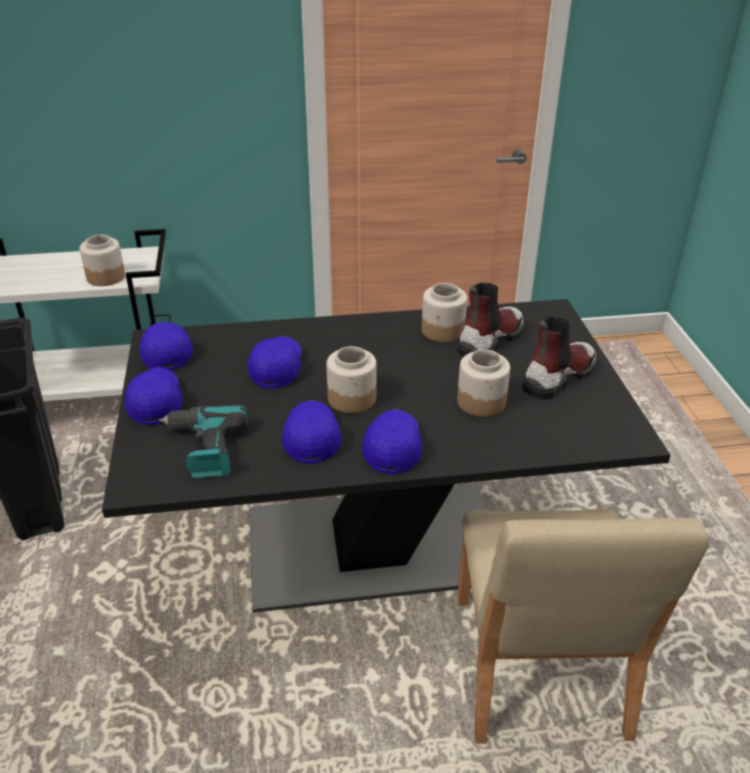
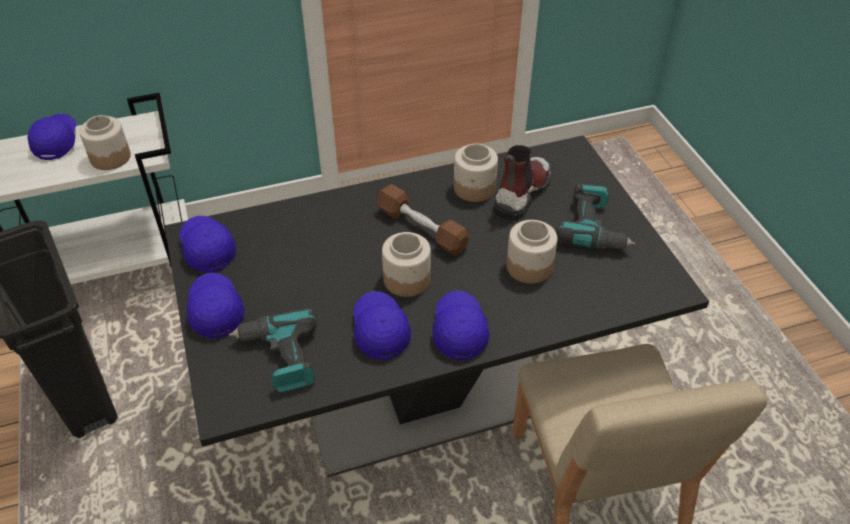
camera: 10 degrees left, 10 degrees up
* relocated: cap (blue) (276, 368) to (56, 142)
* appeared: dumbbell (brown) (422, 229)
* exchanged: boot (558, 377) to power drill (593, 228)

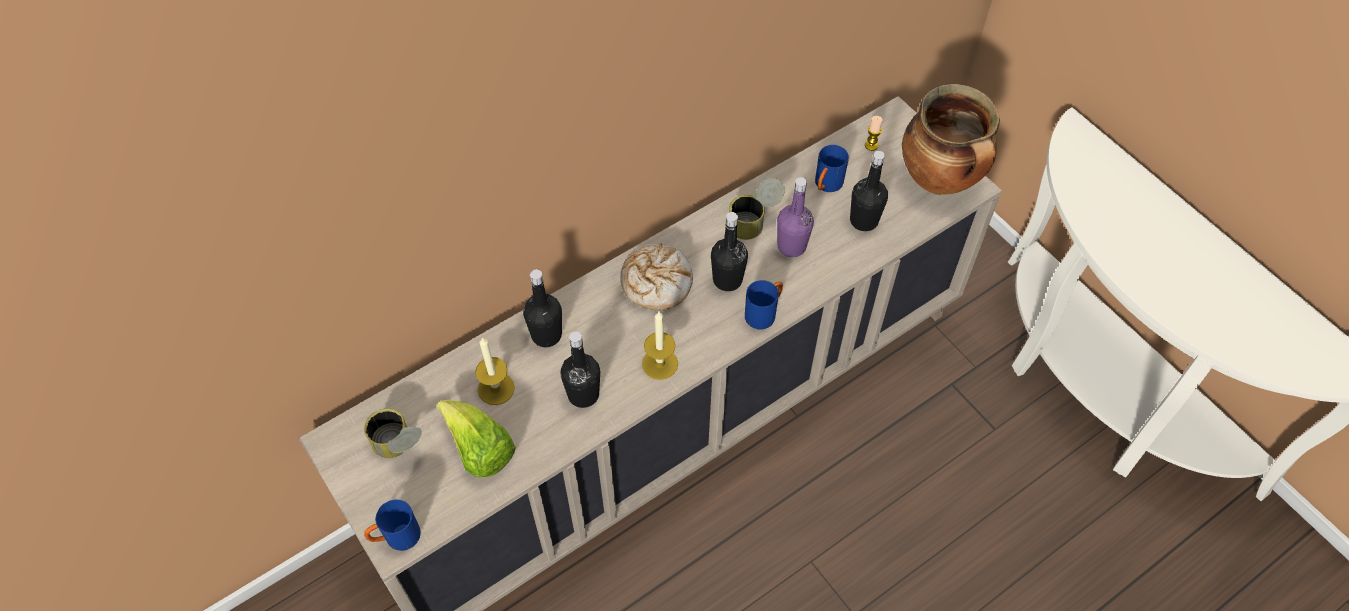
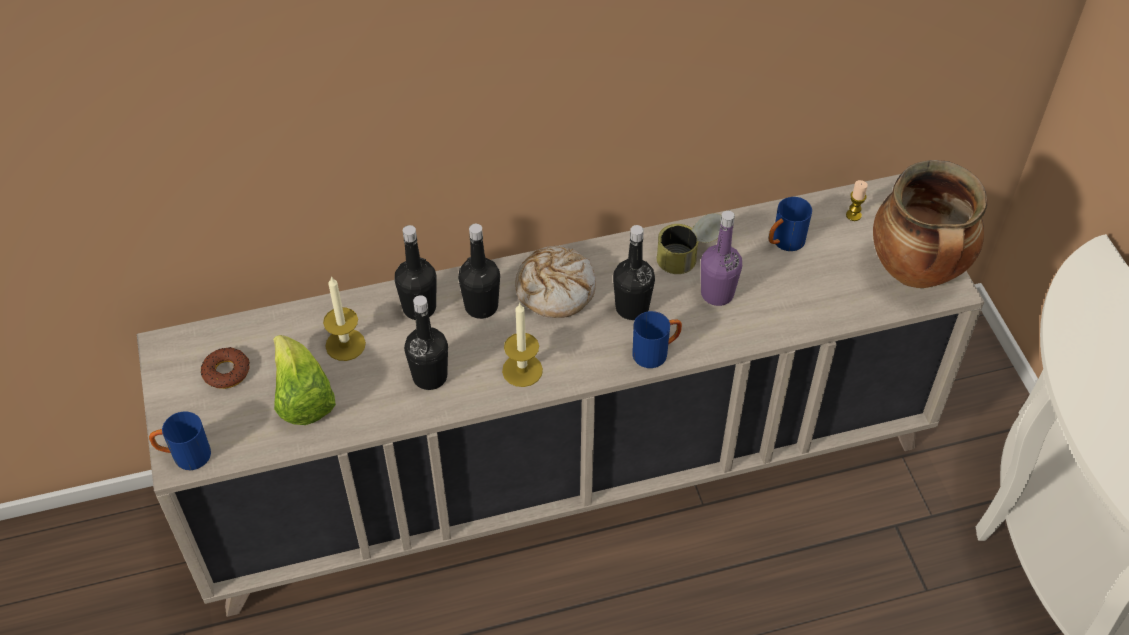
camera: 20 degrees right, 5 degrees down
* exchanged: can (399, 447) to donut (226, 372)
* relocated: bottle (black) (864, 220) to (481, 306)

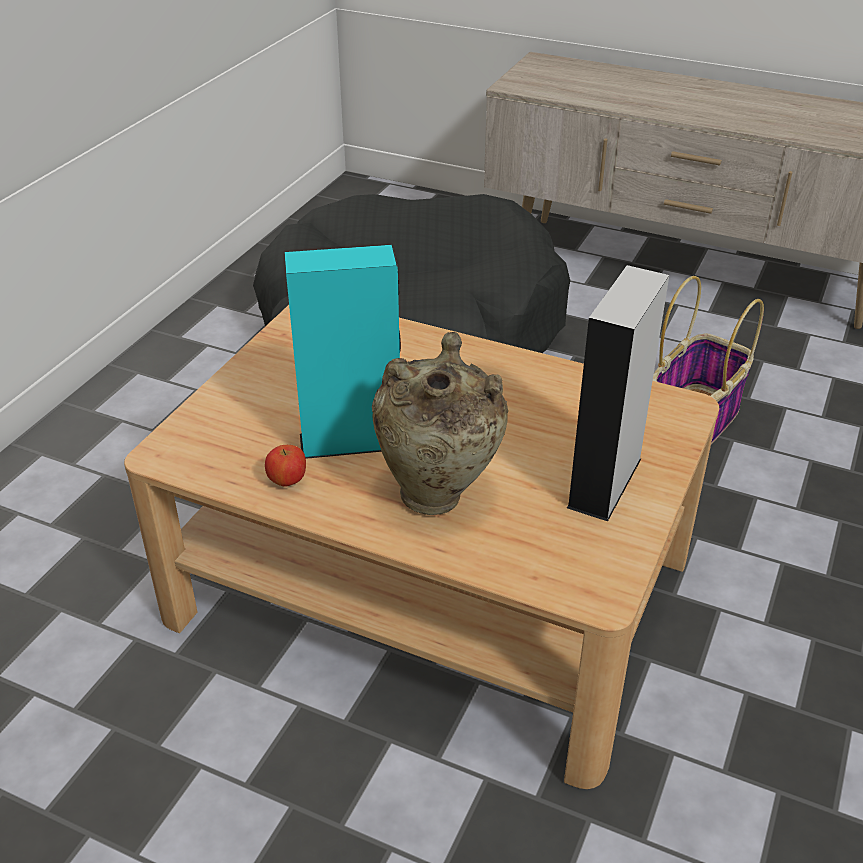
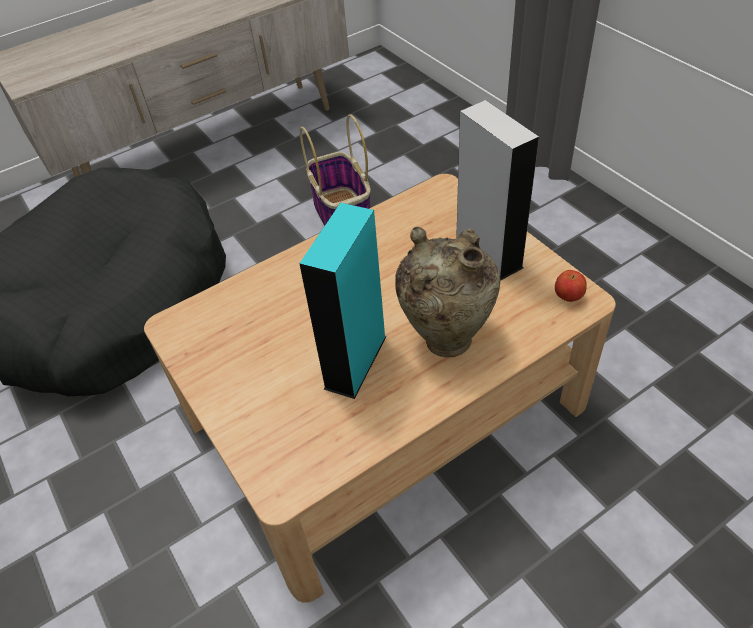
camera: 55 degrees left, 10 degrees up
* relocated: apple (288, 481) to (568, 296)

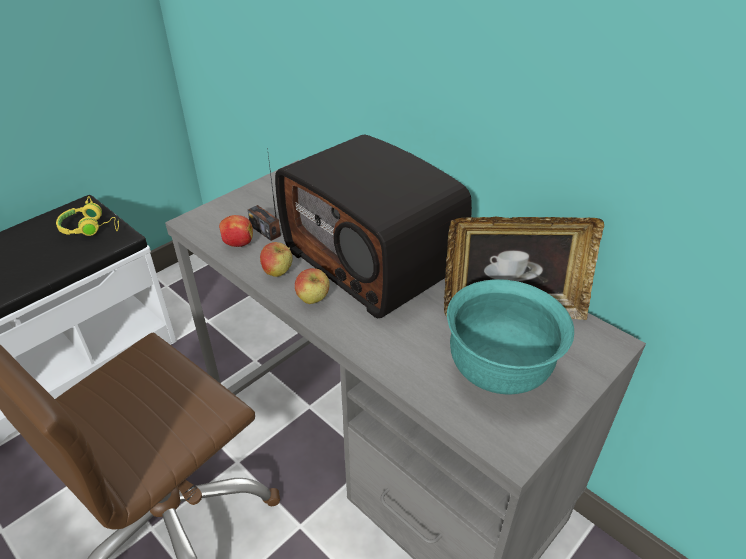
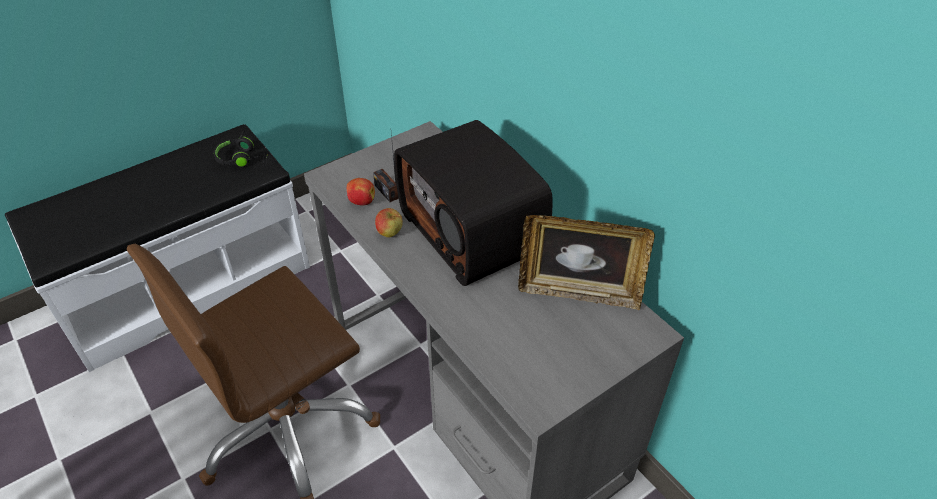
camera: 10 degrees right, 5 degrees up
* colour: headphones (yellow) (91, 228) to headphones (black) (243, 159)
* missing: apple (313, 300)
* missing: bowl (turquoise) (498, 372)

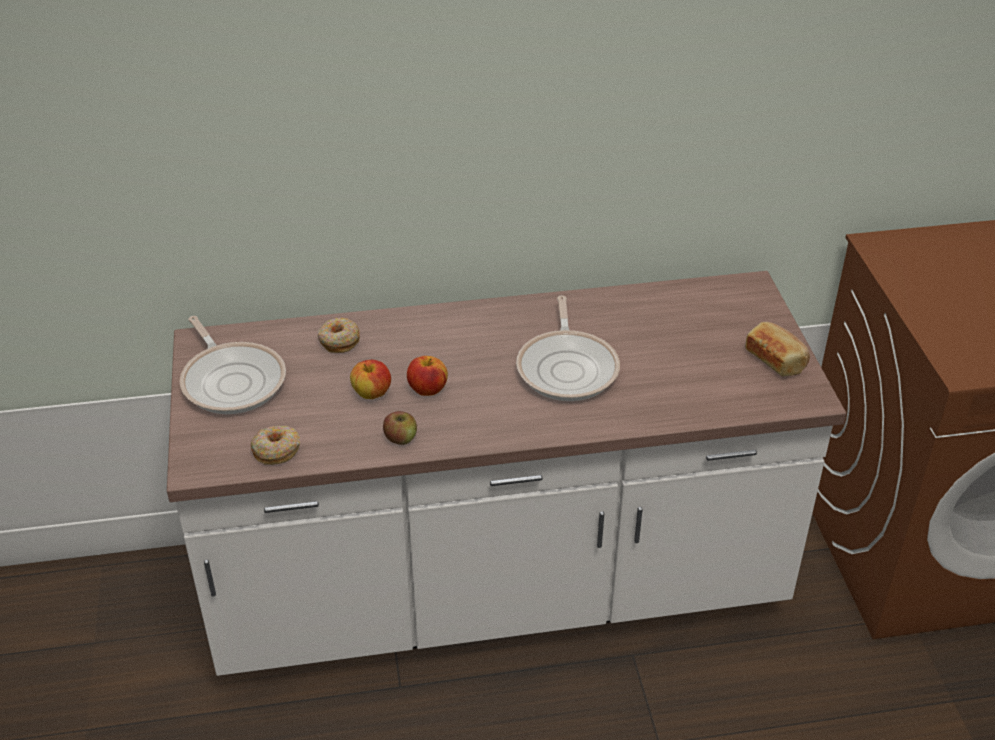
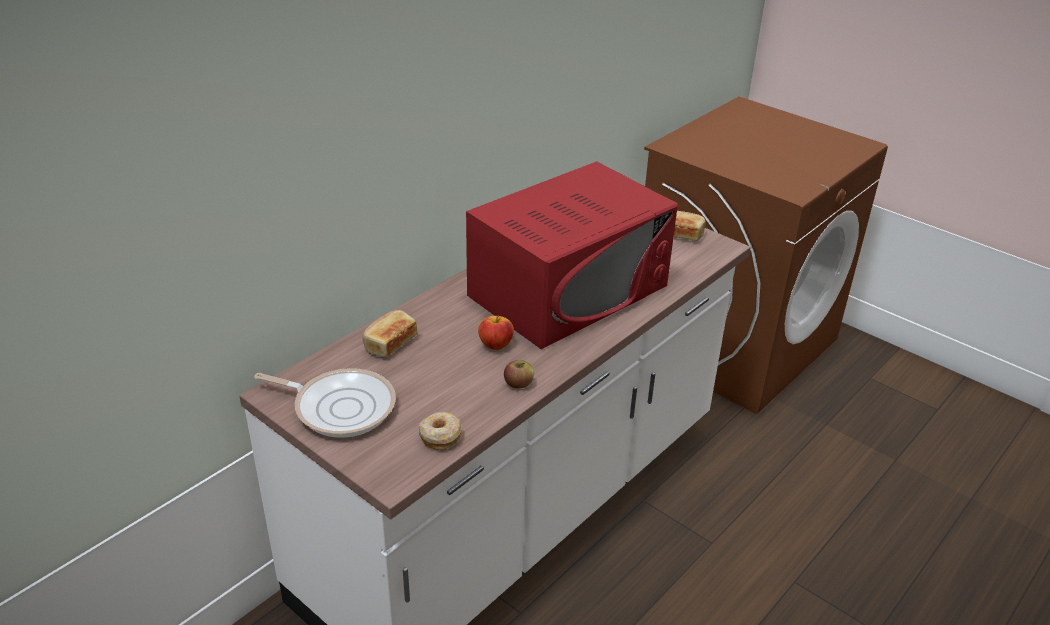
camera: 40 degrees left, 5 degrees down
* exchanged: donut (339, 341) to bread (389, 343)
* exchanged: frying pan (568, 367) to microwave (red) (568, 290)
* missing: apple (372, 393)

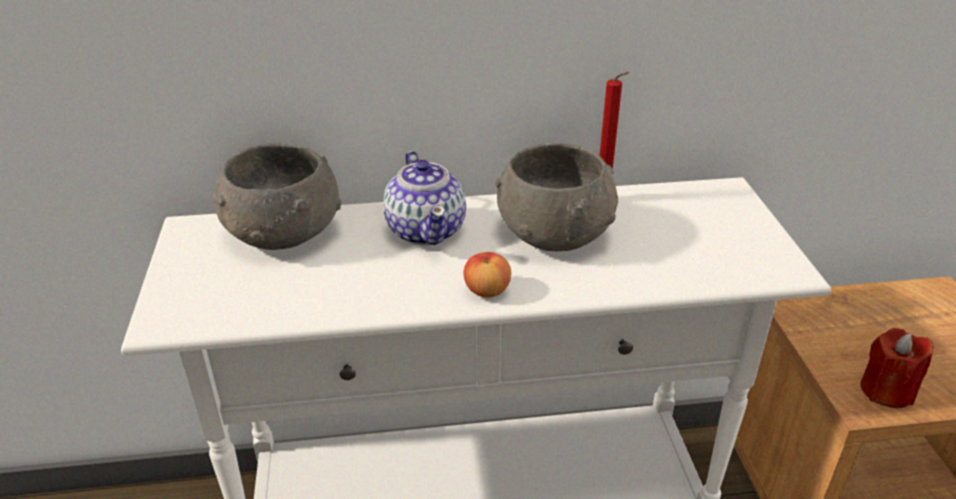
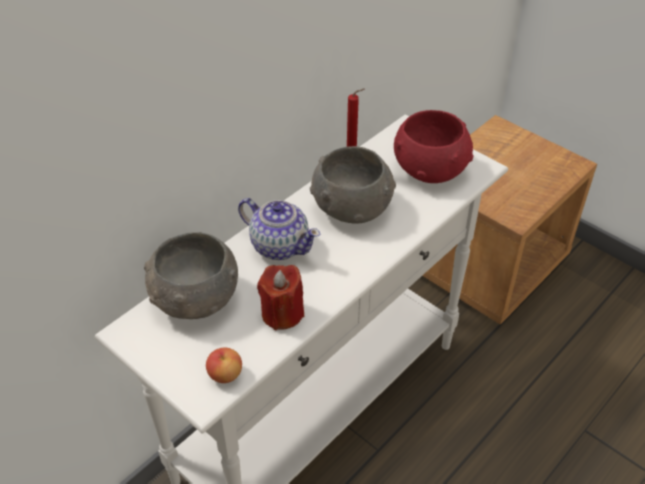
camera: 40 degrees left, 10 degrees up
* relocated: apple (487, 290) to (225, 374)
* relocated: candle (red) (886, 390) to (282, 313)
* appeared: bowl (red) (430, 168)

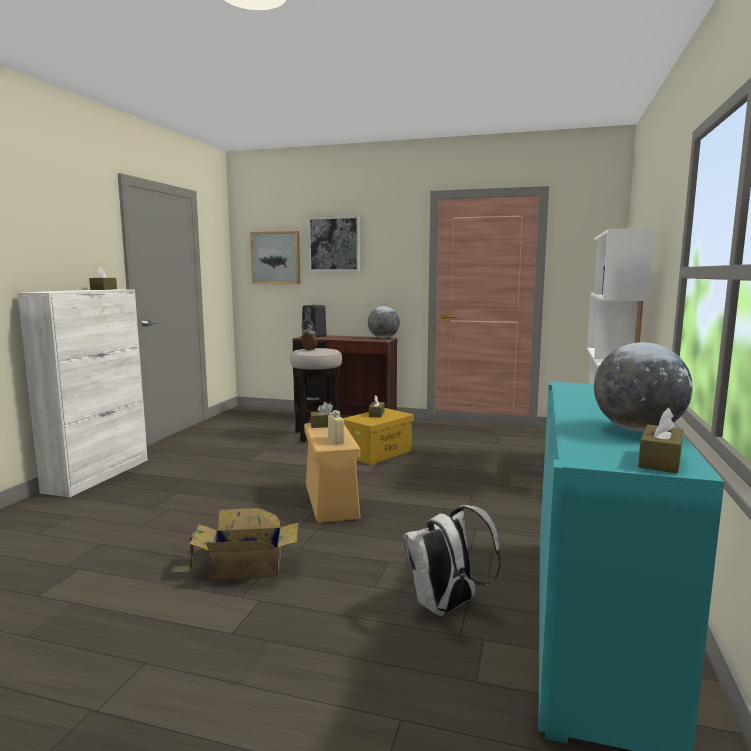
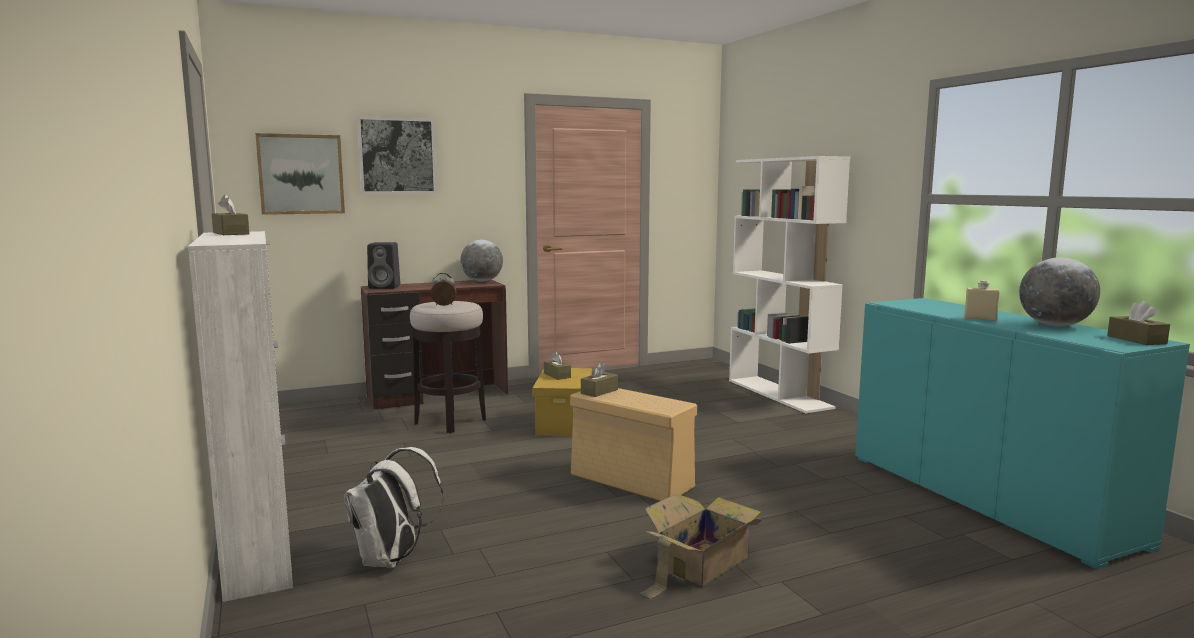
camera: 40 degrees left, 0 degrees up
* relocated: backpack (white) (446, 607) to (392, 560)
* relocated: bottle (beige) (336, 440) to (980, 319)

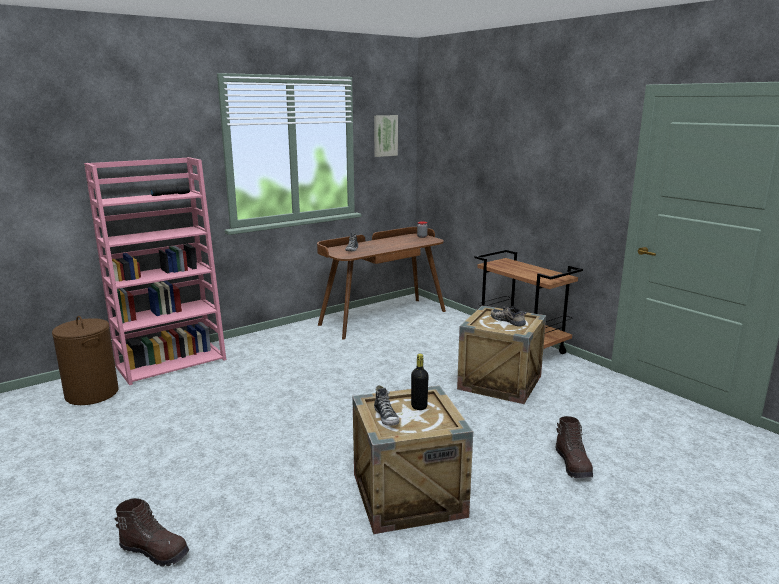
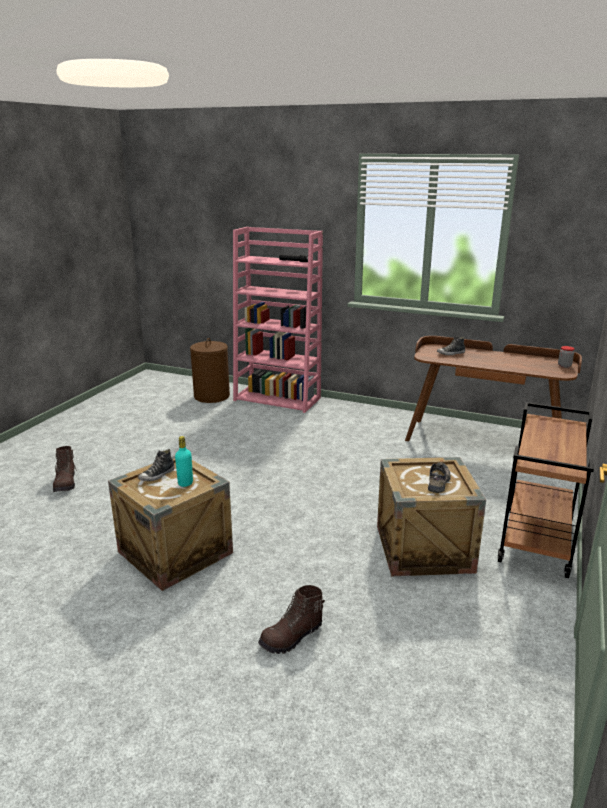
camera: 60 degrees right, 5 degrees up
* colour: bottle (black) (419, 406) to bottle (turquoise) (185, 483)
* missing: picture (385, 135)

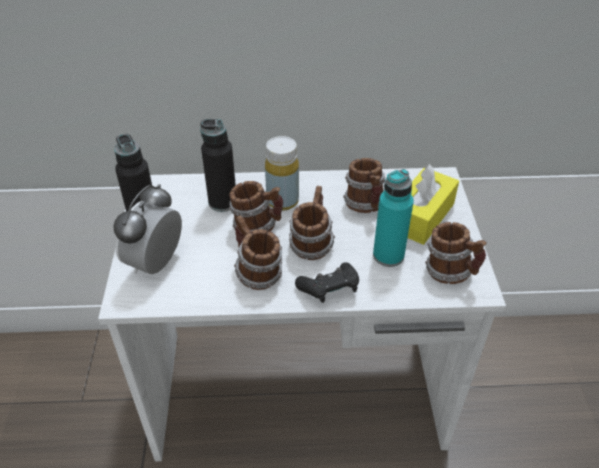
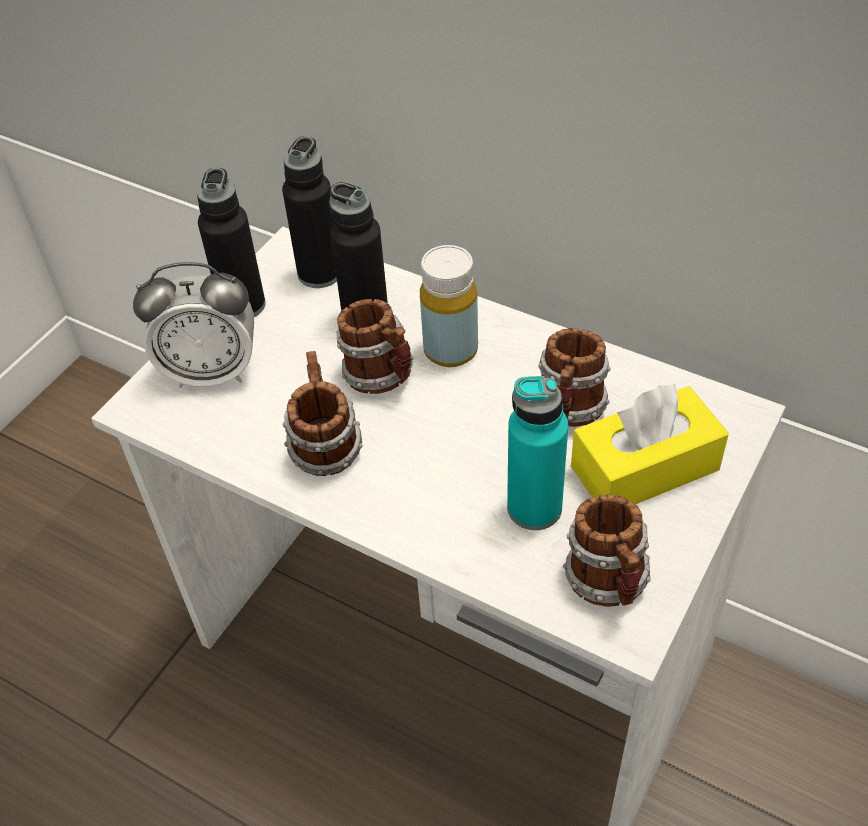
camera: 35 degrees right, 5 degrees up
* spun: alarm clock (156, 263) = (211, 372) 150 degrees counterclockwise
* appeared: bottle (black) (320, 273)
* missing: mug (311, 244)
* missing: game controller (black) (329, 290)

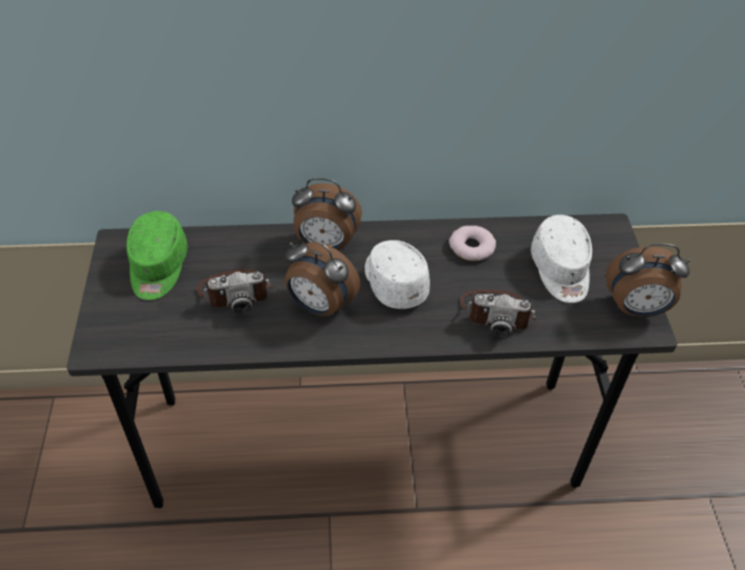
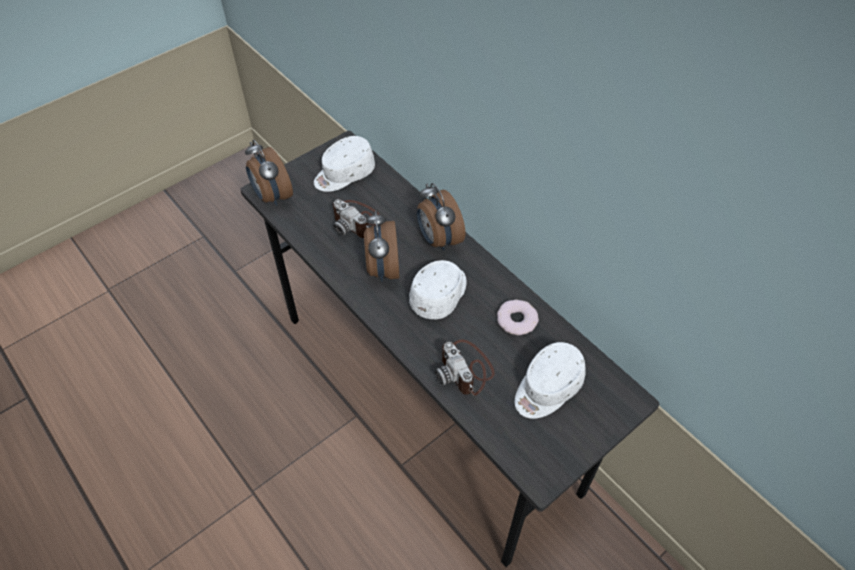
camera: 55 degrees right, 5 degrees up
* relocated: alarm clock (636, 309) to (272, 196)
* colour: cap (green) (158, 267) to cap (white) (344, 174)

